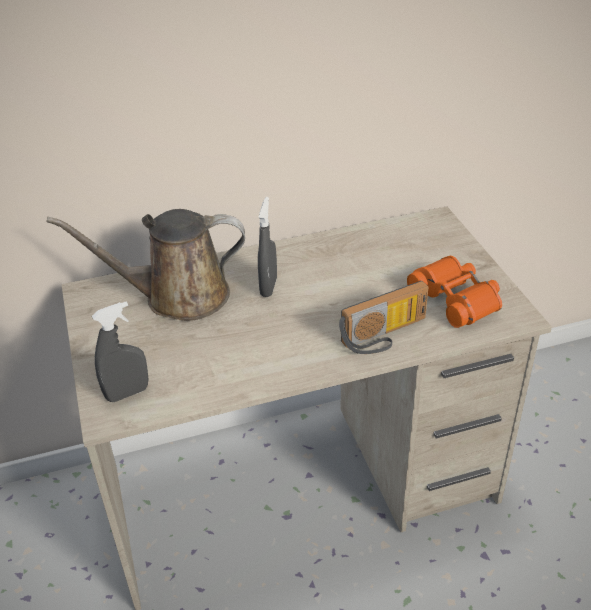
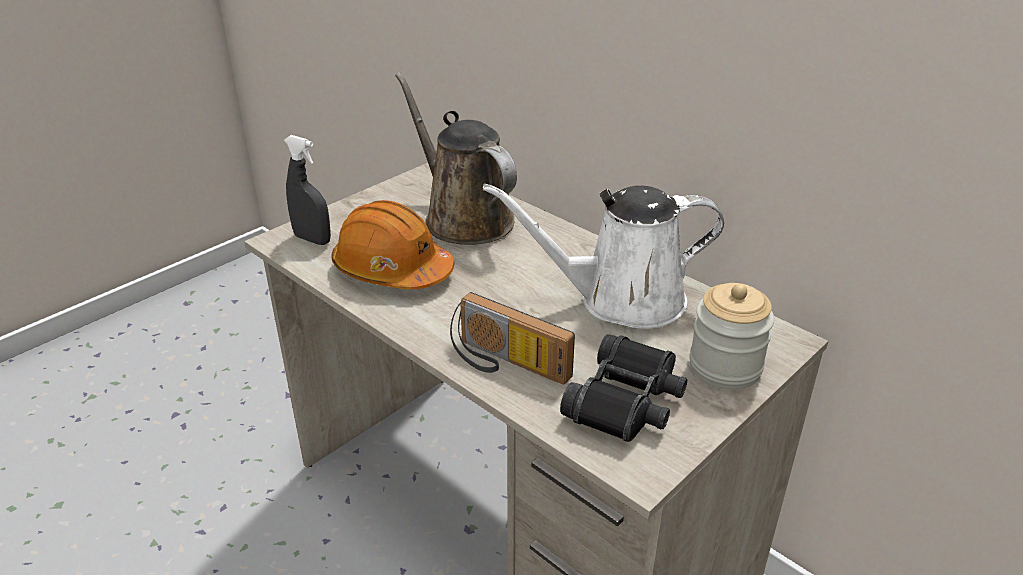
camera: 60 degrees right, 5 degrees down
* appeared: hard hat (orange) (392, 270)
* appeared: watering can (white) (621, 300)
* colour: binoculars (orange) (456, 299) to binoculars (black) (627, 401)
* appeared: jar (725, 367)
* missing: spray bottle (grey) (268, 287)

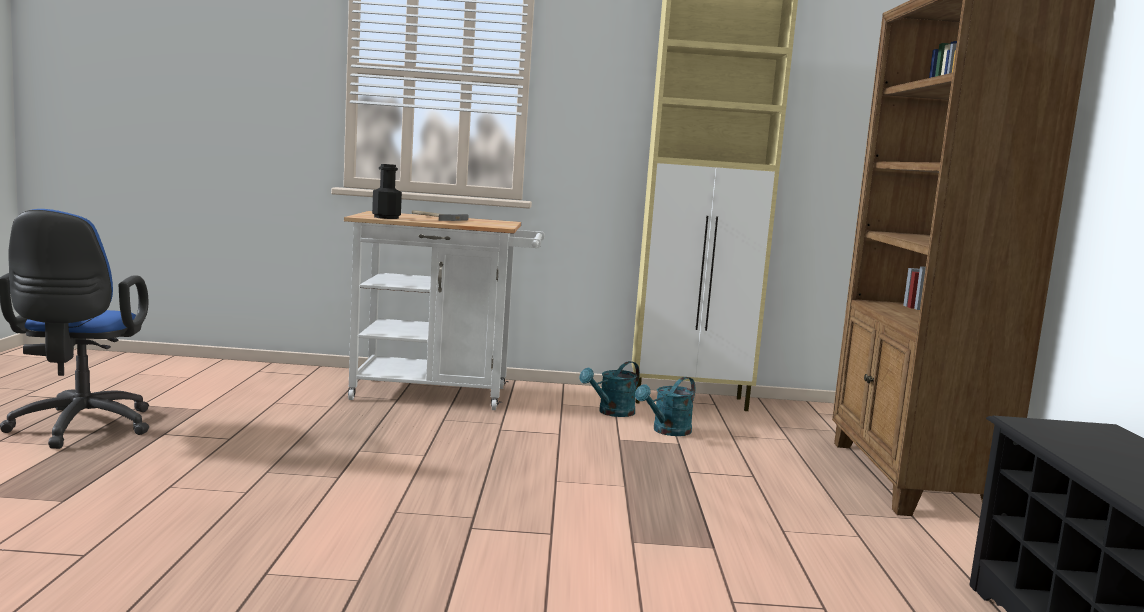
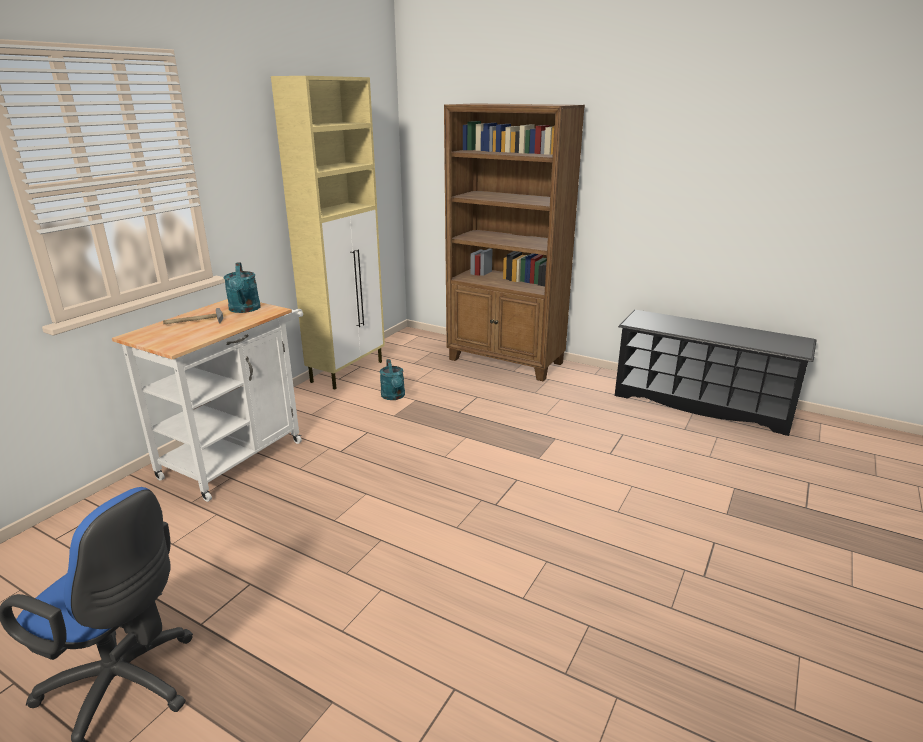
camera: 60 degrees left, 15 degrees up
* relocated: watering can (turquoise) (611, 413) to (244, 309)
* missing: bottle (black) (386, 217)

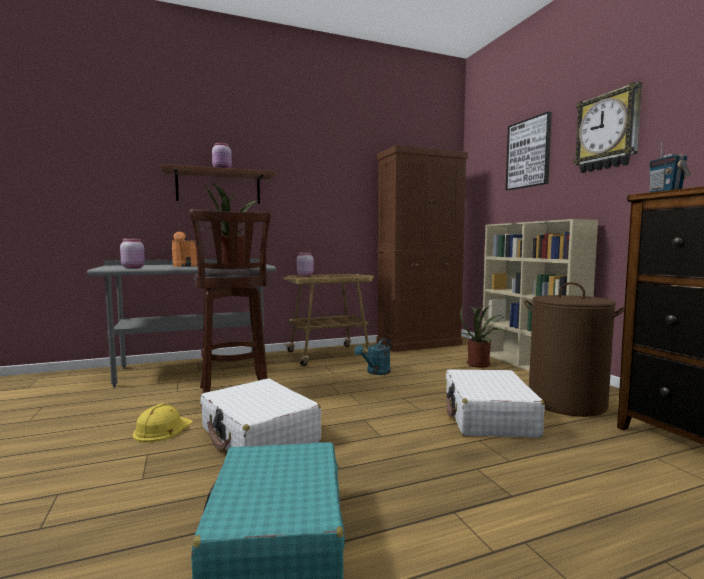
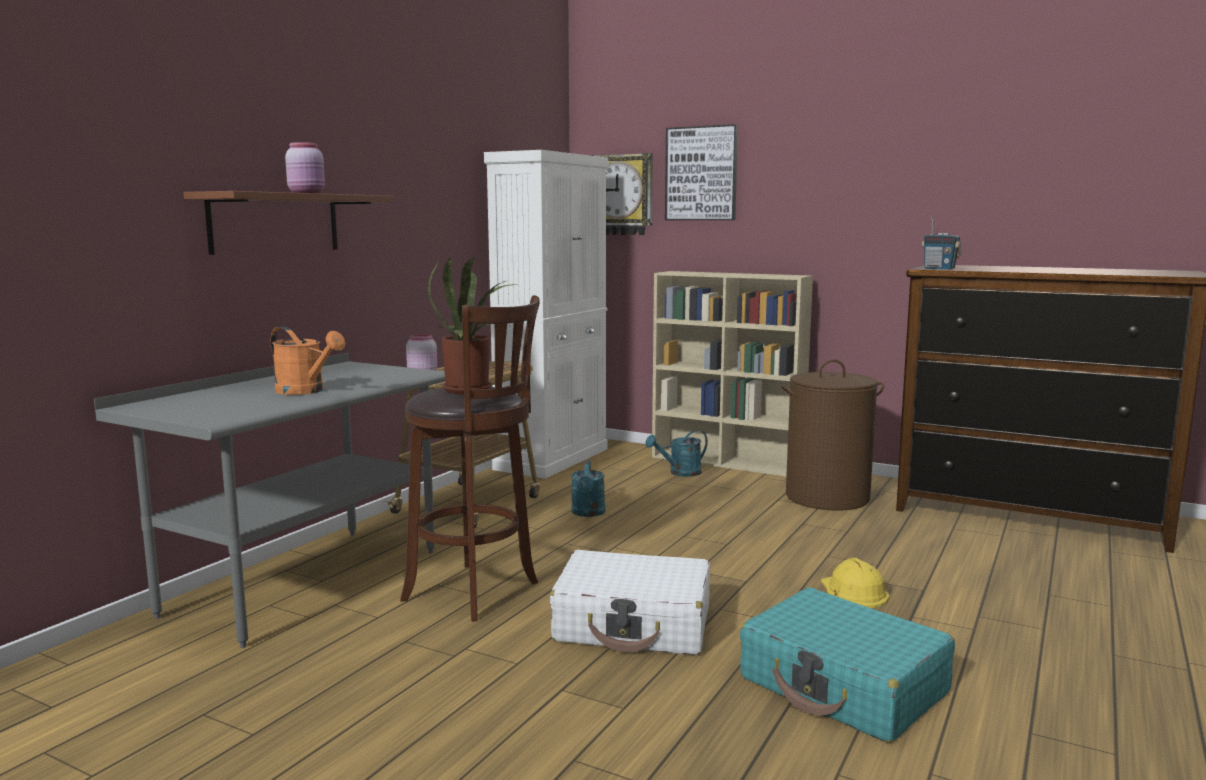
camera: 40 degrees left, 5 degrees up
* colour: cabinet (brown) (419, 344) to cabinet (white) (552, 459)
* relocated: wall clock (608, 131) to (621, 195)
* exchanged: potted plant (481, 364) to watering can (turquoise) (680, 473)
* relocated: hard hat (yellow) (162, 429) to (853, 592)
* missing: jar (pink) (133, 267)
* missing: suitcase (white) (488, 417)

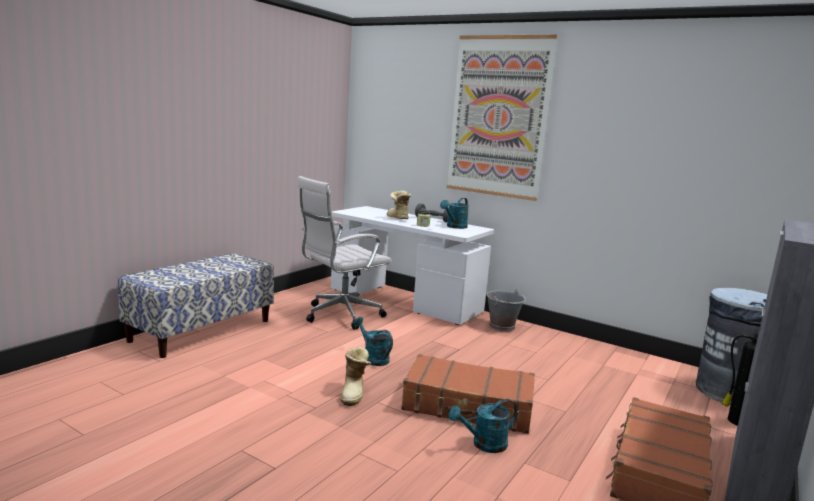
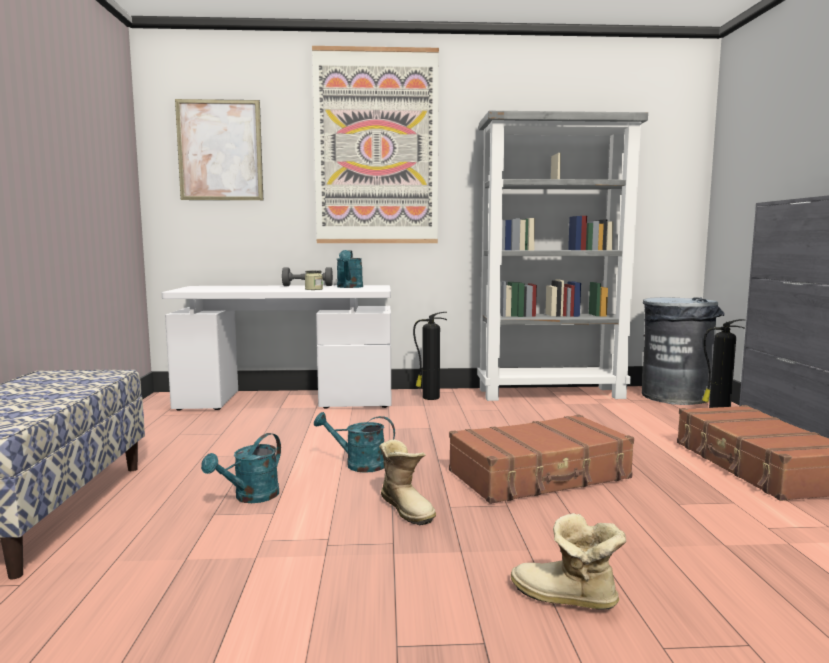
camera: 35 degrees left, 5 degrees down
* appeared: picture (220, 150)
* relocated: watering can (turquoise) (484, 445) to (251, 497)
* exchanged: bucket (grey) (502, 326) to fire extinguisher (429, 397)
* appeared: bookcase (grey) (551, 393)
* relocated: boot (397, 218) to (566, 599)
* missing: office chair (white) (339, 315)

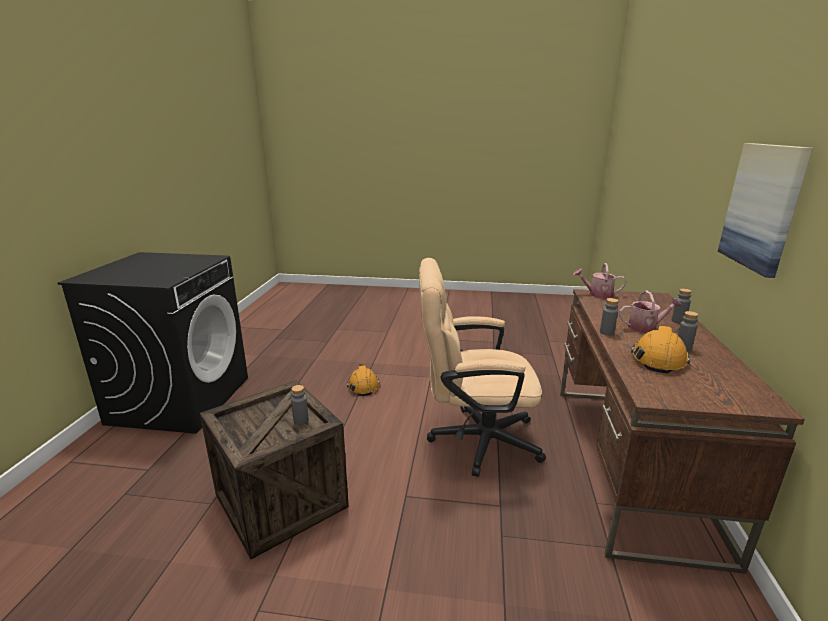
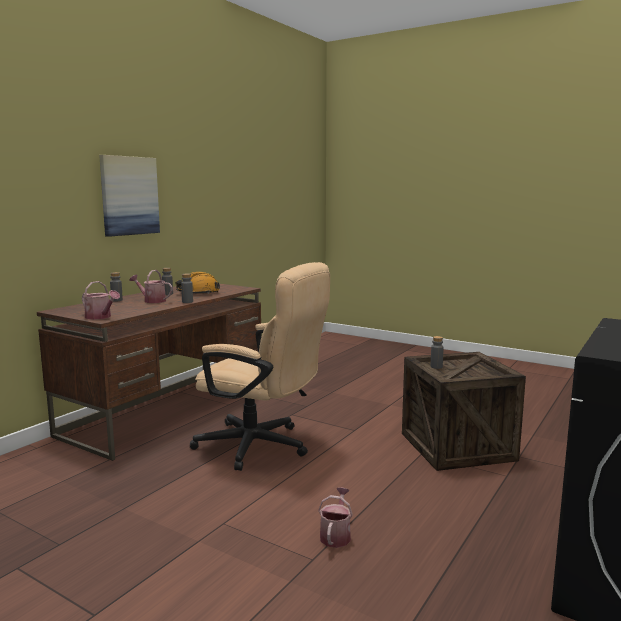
camera: 155 degrees left, 10 degrees down
* exchanged: hard hat (orange) (363, 386) to watering can (336, 535)

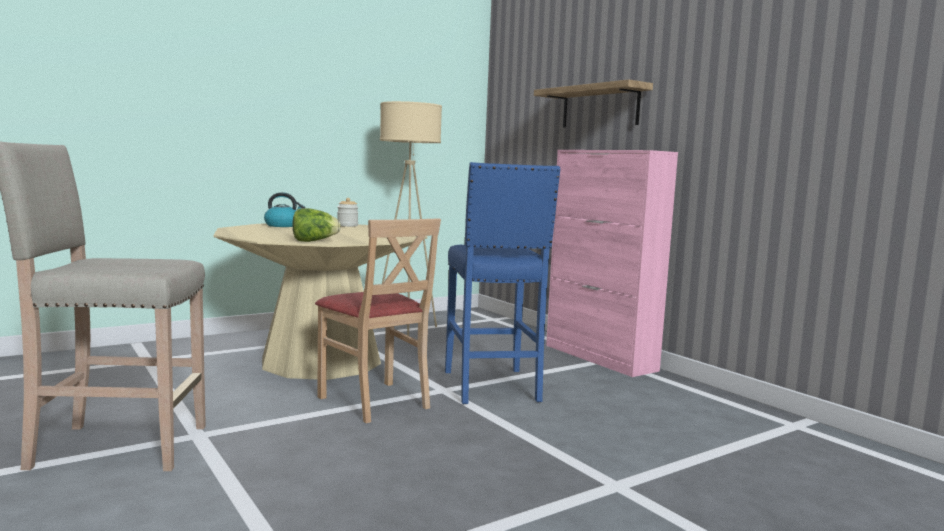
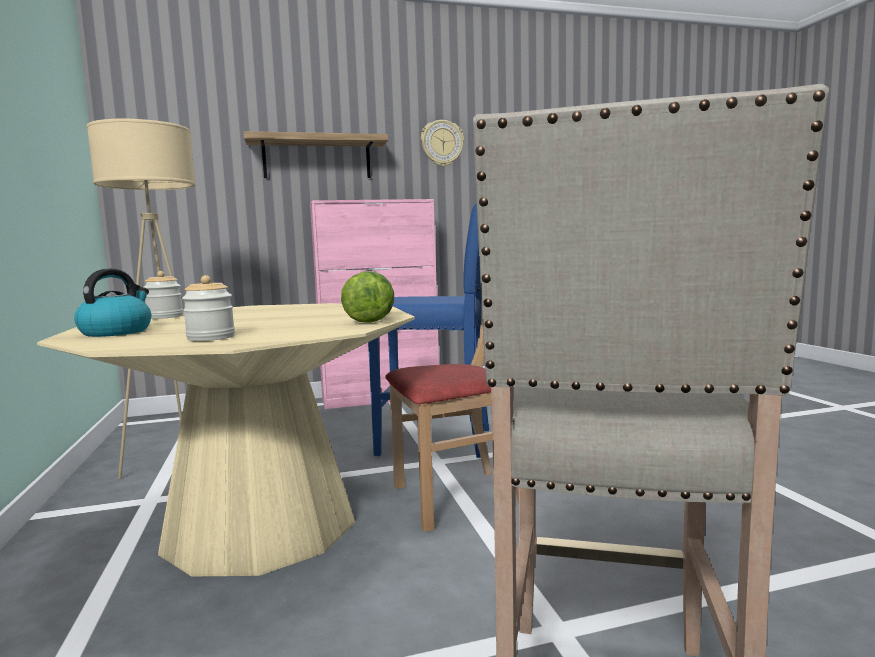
camera: 70 degrees left, 0 degrees up
* appeared: jar (211, 337)
* appeared: wall clock (442, 143)

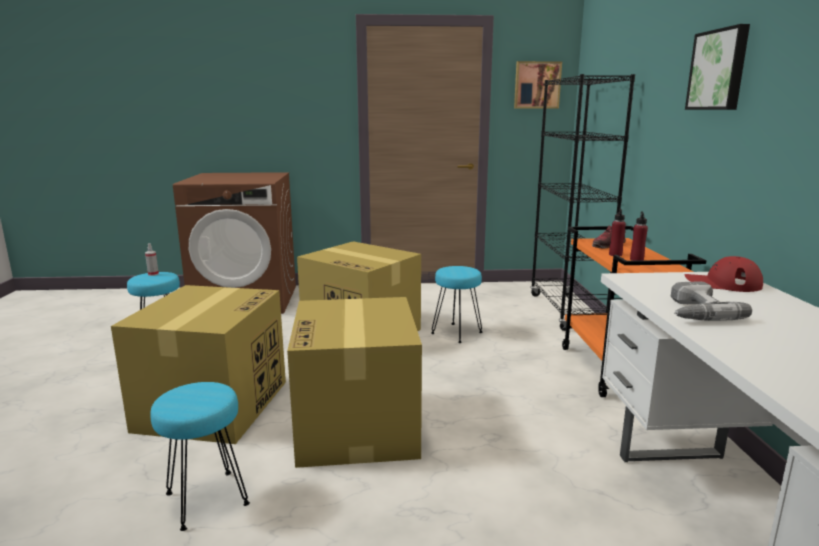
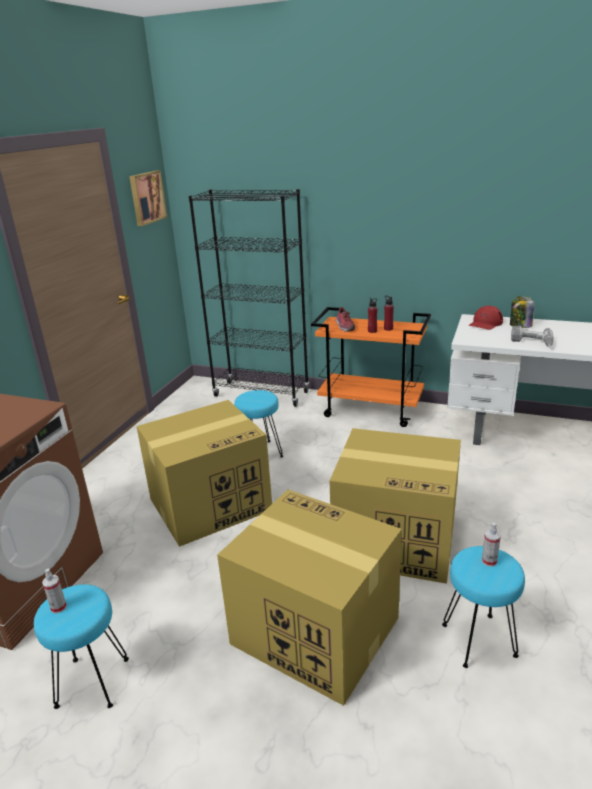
camera: 65 degrees left, 10 degrees up
* appeared: spray bottle (489, 561)
* appeared: jar (520, 325)
* missing: picture (719, 70)

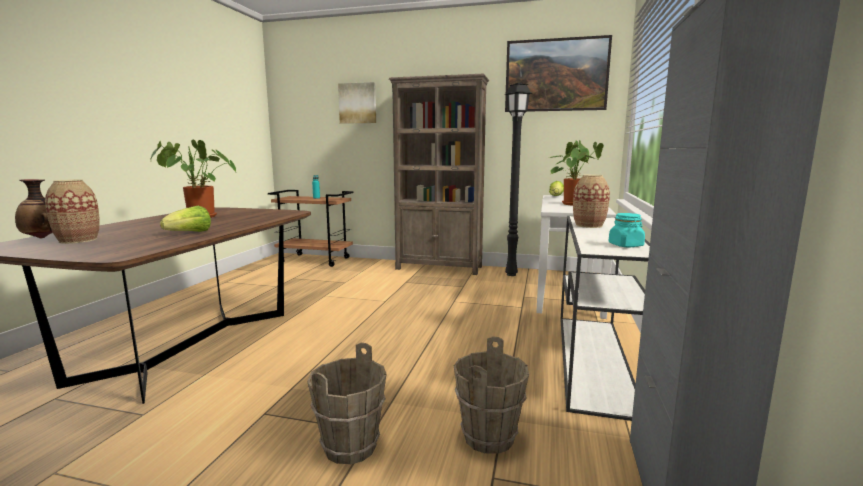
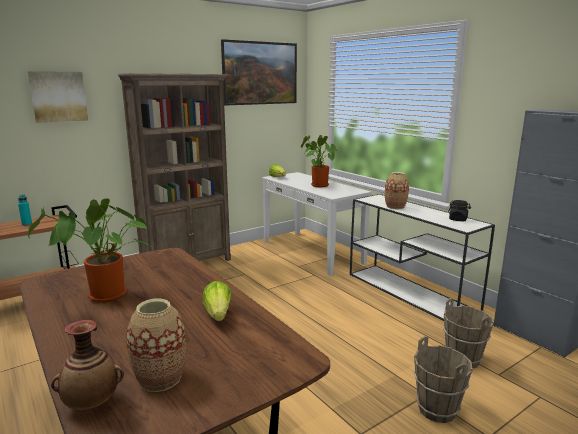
camera: 50 degrees left, 5 degrees up
* colour: jar (turquoise) (626, 245) to jar (black) (458, 219)
* missing: floor lamp (black) (511, 274)

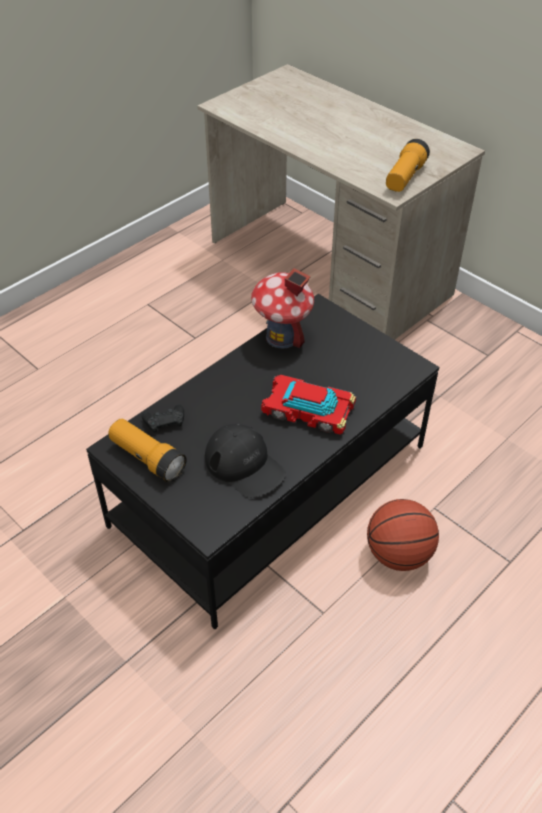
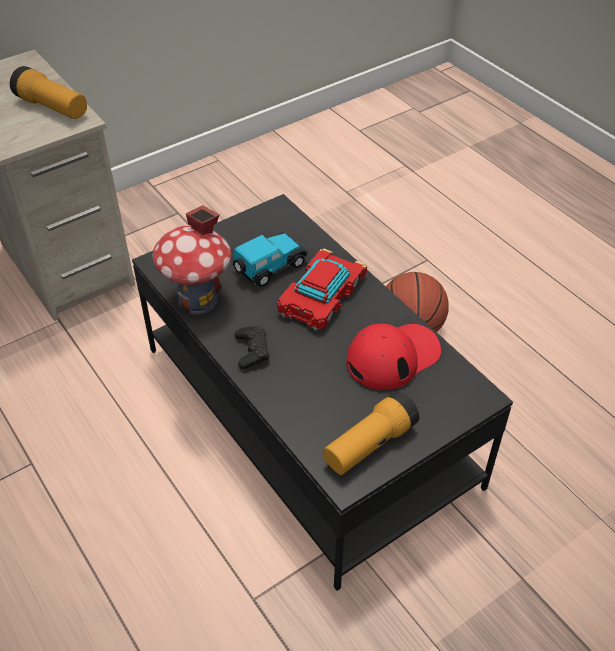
camera: 80 degrees left, 0 degrees up
* appeared: toy car (268, 267)
* relocated: game controller (black) (165, 421) to (252, 351)
* colour: cap (black) (244, 465) to cap (red) (392, 357)

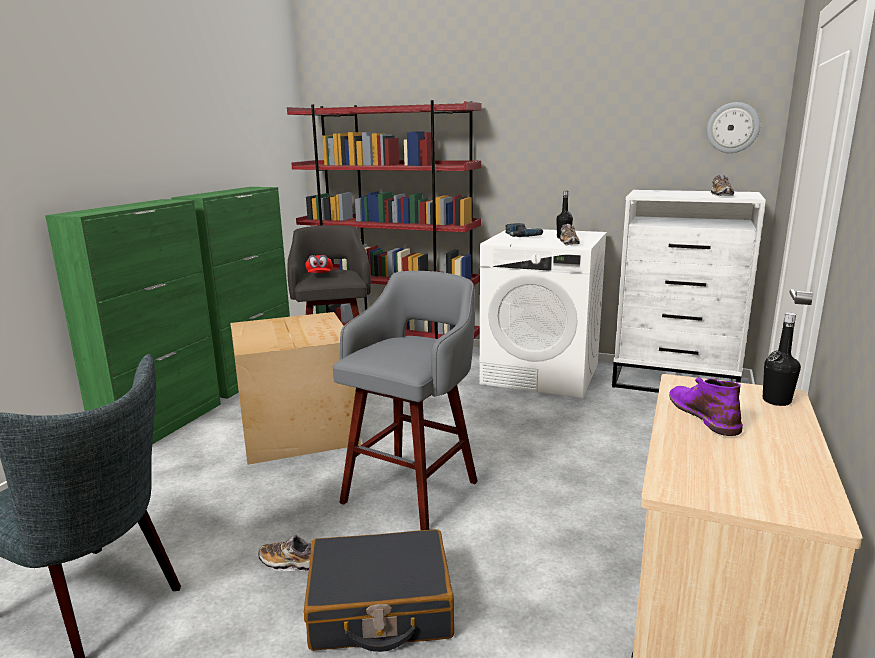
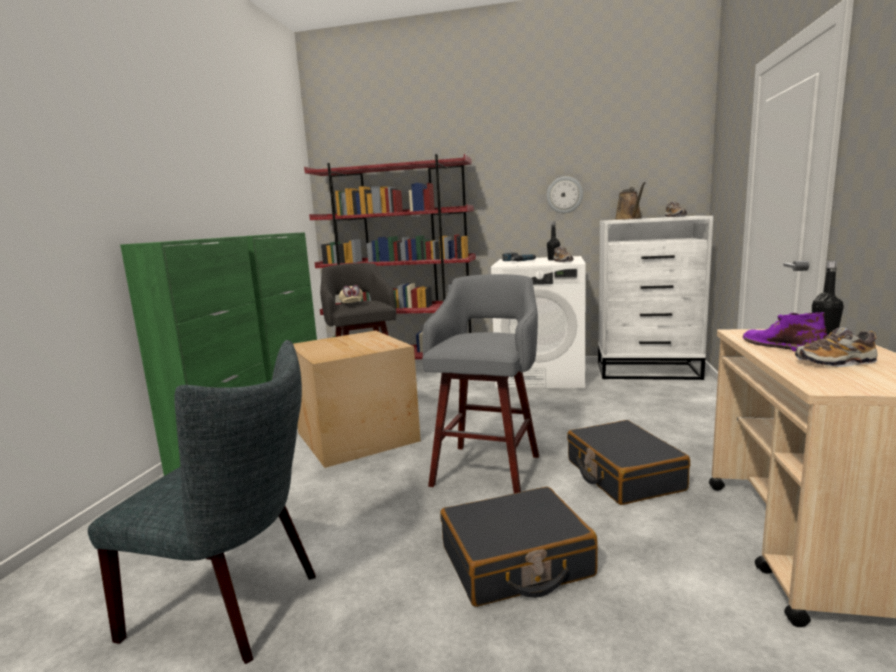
camera: 10 degrees left, 5 degrees down
* colour: cap (red) (319, 276) to cap (beige) (352, 304)
* relocated: wall clock (732, 127) to (564, 195)
* appeared: suitcase (black) (623, 475)
* appeared: watering can (brown) (629, 219)
* relocated: shoe (289, 563) to (835, 362)

